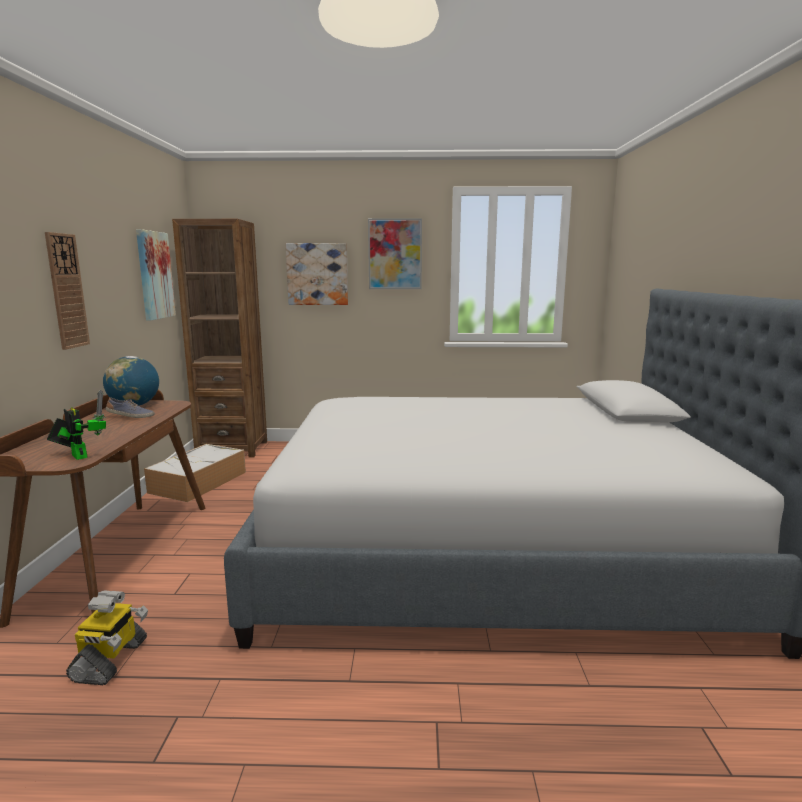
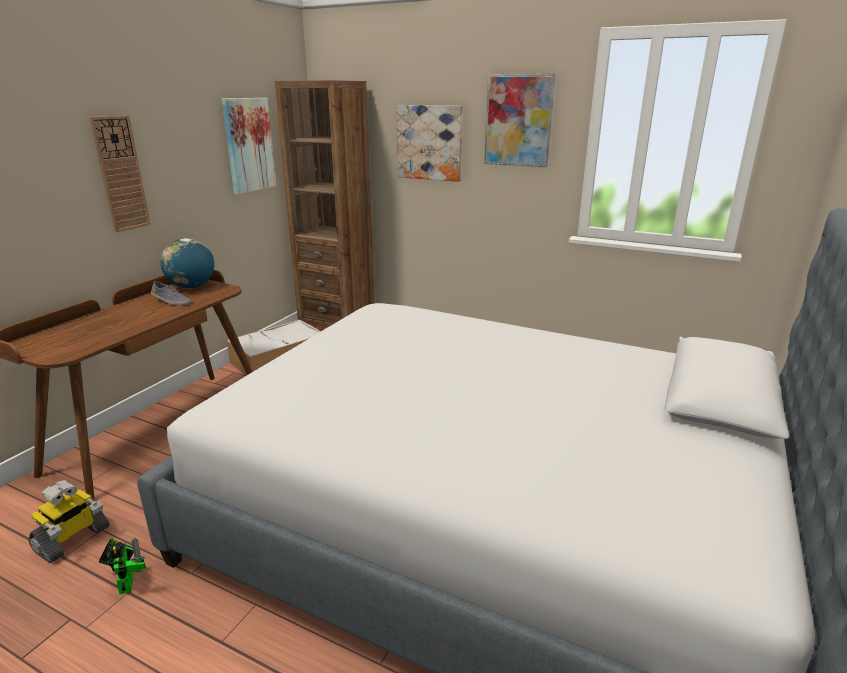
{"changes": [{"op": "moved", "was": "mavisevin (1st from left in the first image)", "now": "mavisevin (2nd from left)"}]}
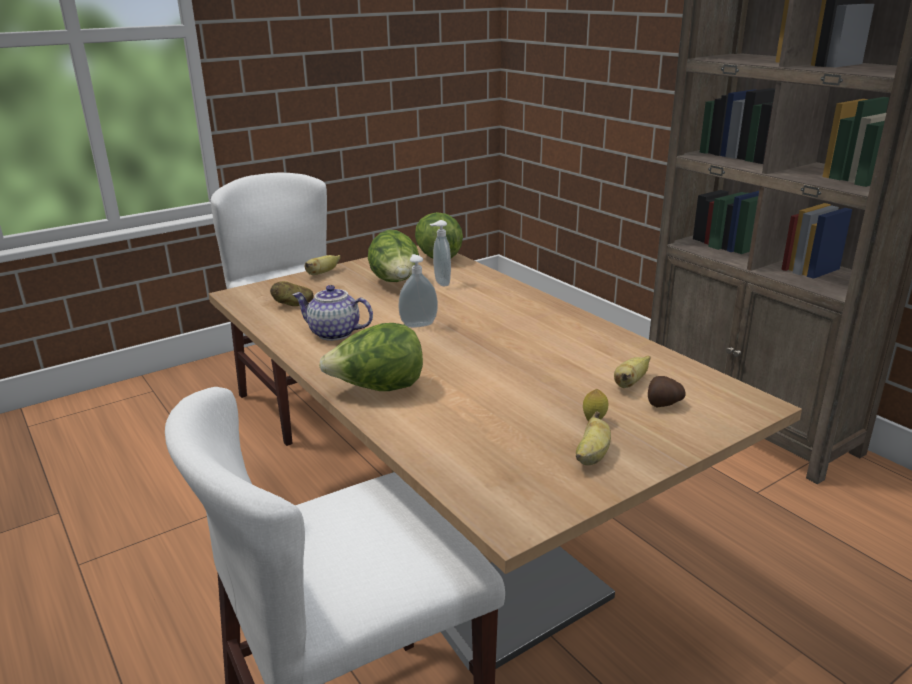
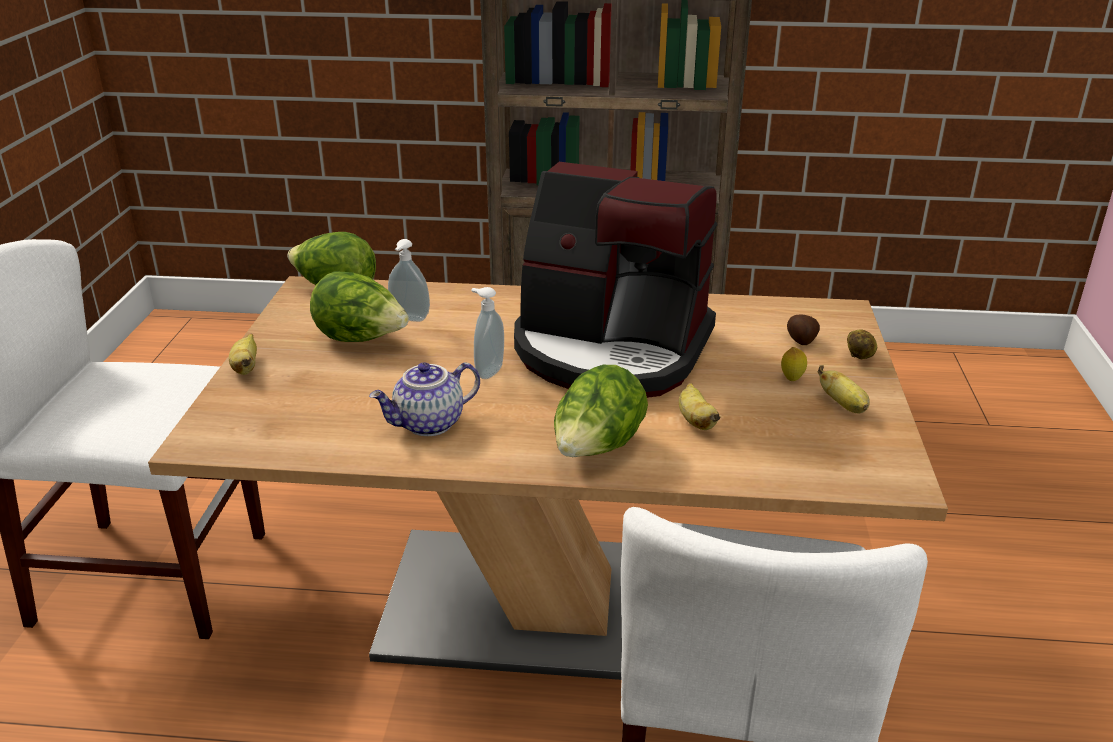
{"changes": [{"op": "moved", "was": "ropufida (1st from left in the first image)", "now": "ropufida (2nd from left)"}, {"op": "moved", "was": "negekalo (3rd from left in the first image)", "now": "negekalo (2nd from left)"}, {"op": "added", "now": "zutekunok"}]}
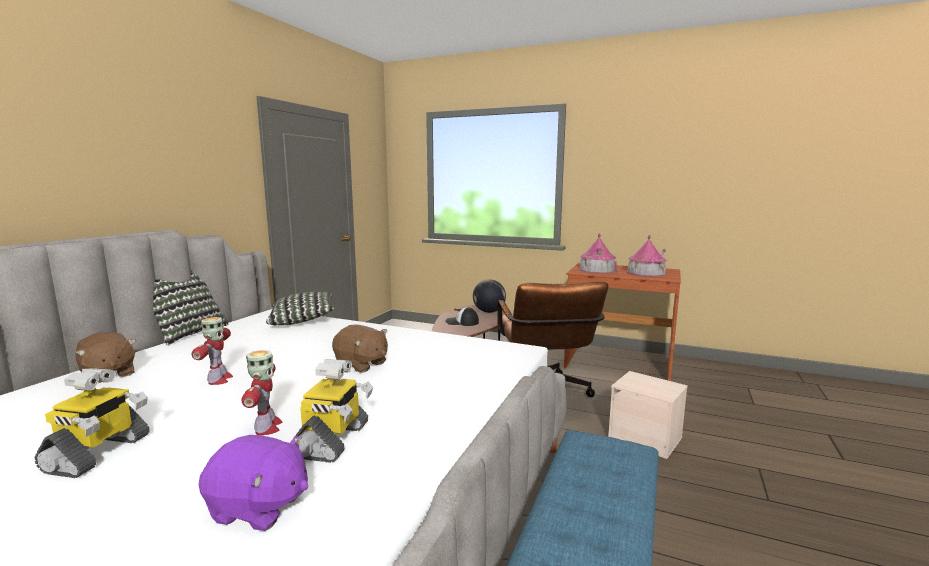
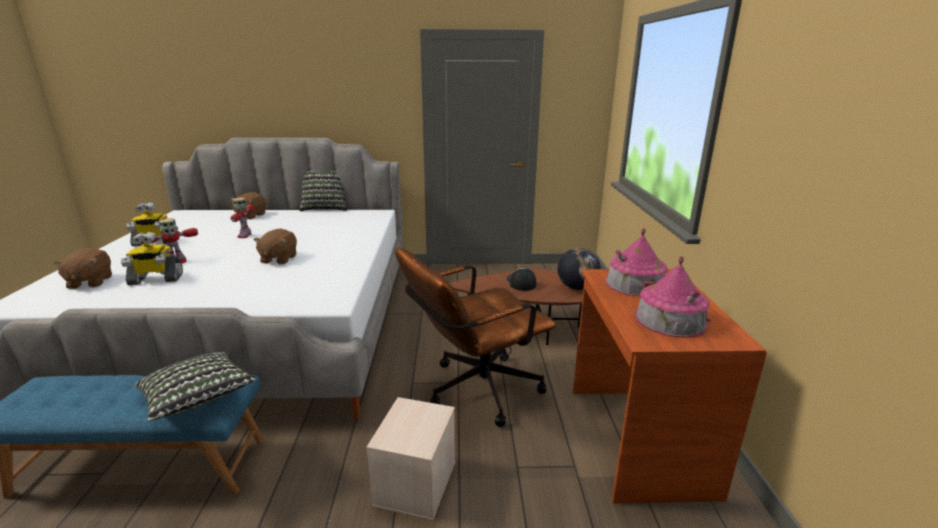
{"changes": [{"op": "turned", "was": "mavisevin (2nd from left in the first image)", "clockwise": 120}, {"op": "recoloured", "was": "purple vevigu", "now": "brown vevigu (1st from left)"}, {"op": "moved", "was": "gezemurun (2nd from left in the first image)", "now": "gezemurun (1st from left)"}]}
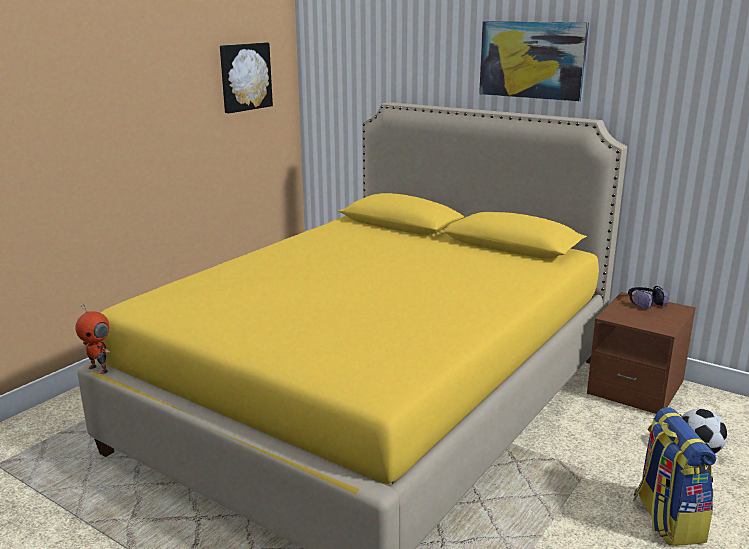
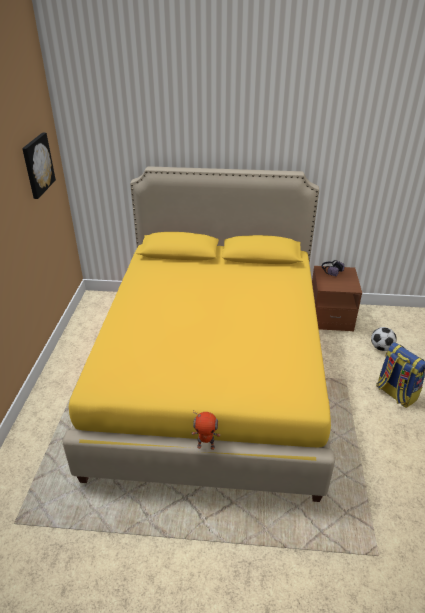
{"changes": [{"op": "moved", "was": "mavisevin"}, {"op": "removed", "was": "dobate (2nd from left)"}]}
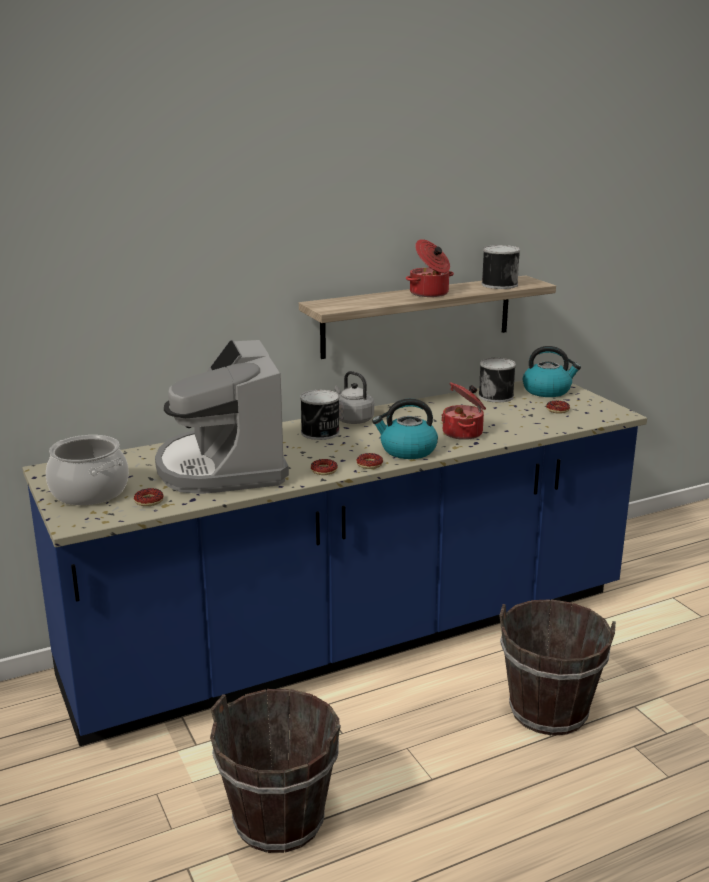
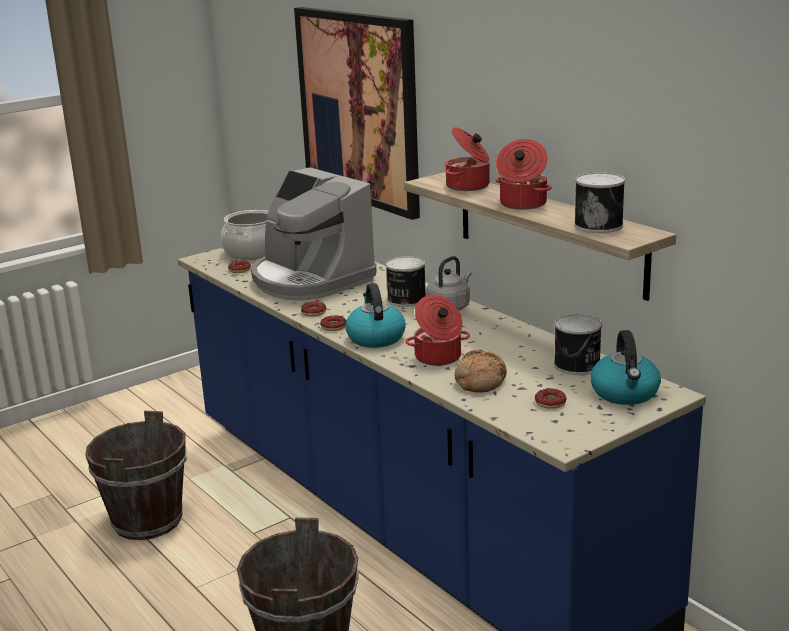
{"changes": [{"op": "turned", "was": "zutekunok", "clockwise": -105}, {"op": "added", "now": "dobate"}, {"op": "added", "now": "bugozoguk (3rd from left)"}, {"op": "added", "now": "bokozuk"}]}
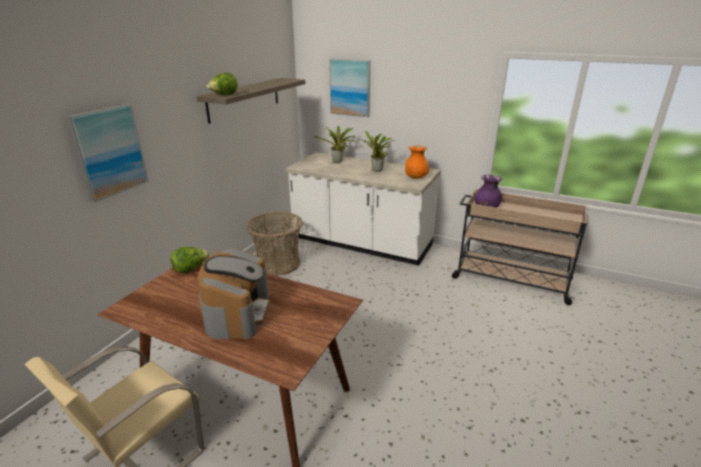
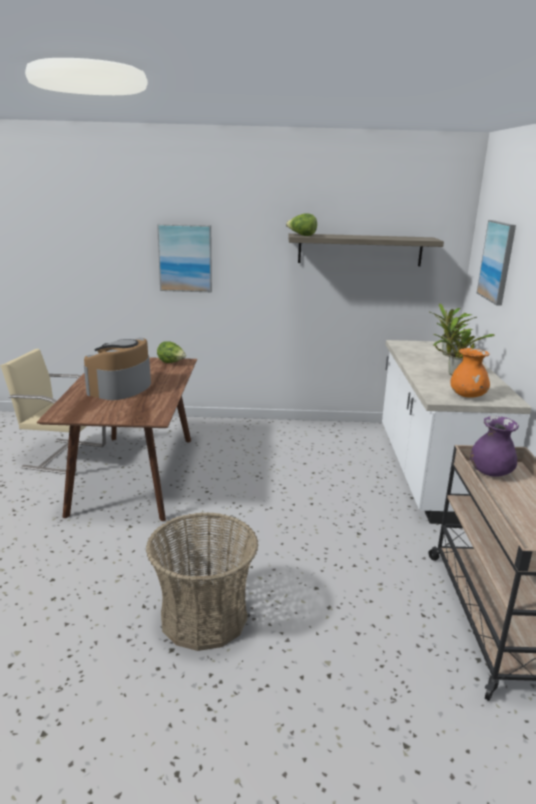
{"changes": [{"op": "turned", "was": "zutekunok", "clockwise": 135}, {"op": "moved", "was": "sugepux"}]}
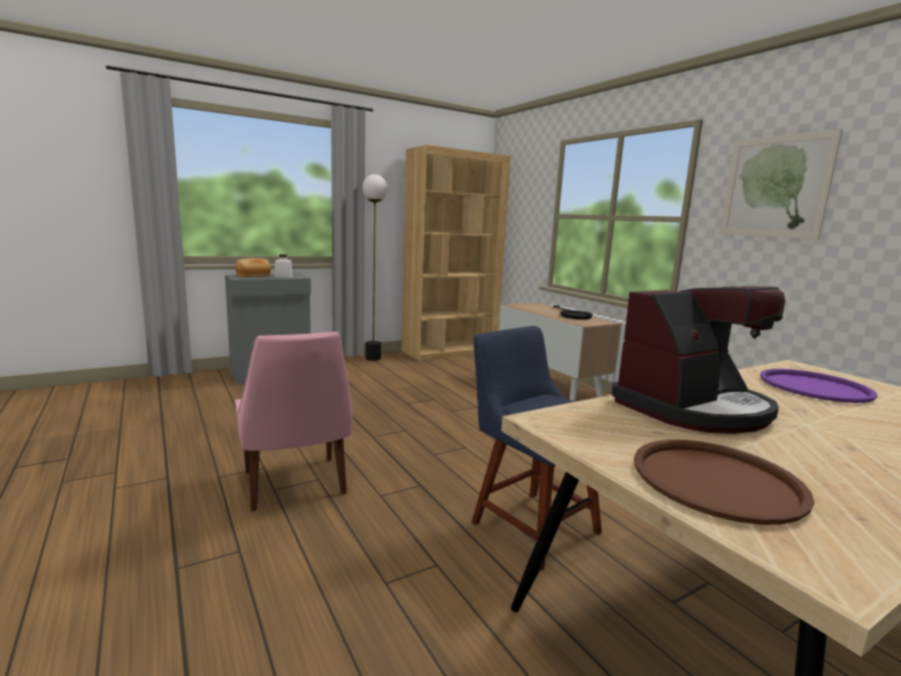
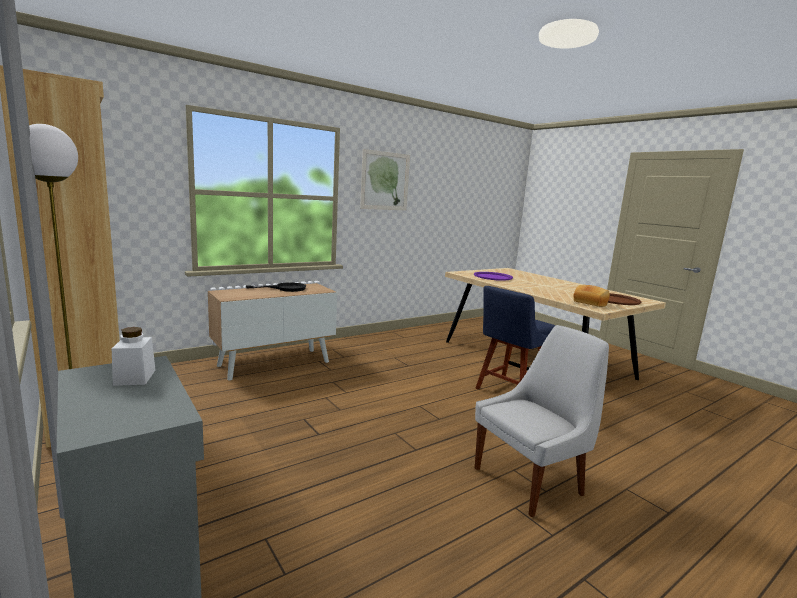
{"changes": [{"op": "moved", "was": "bokozuk"}, {"op": "recoloured", "was": "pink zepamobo", "now": "white zepamobo"}, {"op": "removed", "was": "zutekunok"}]}
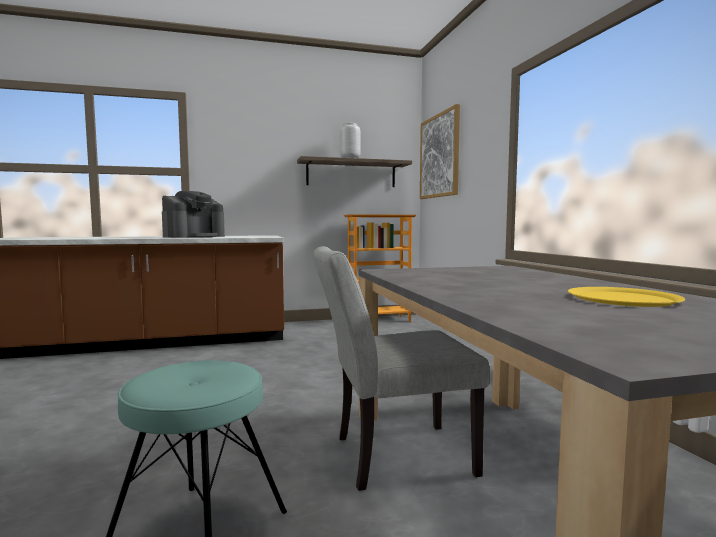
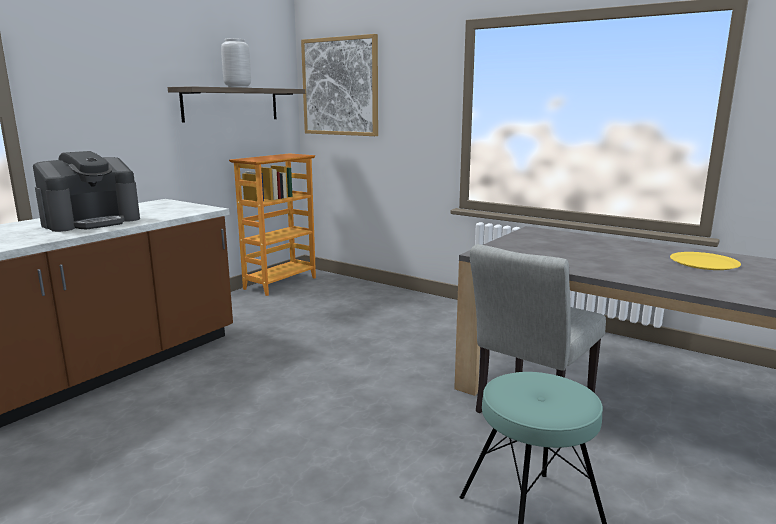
{"changes": [{"op": "turned", "was": "zutekunok", "clockwise": 45}]}
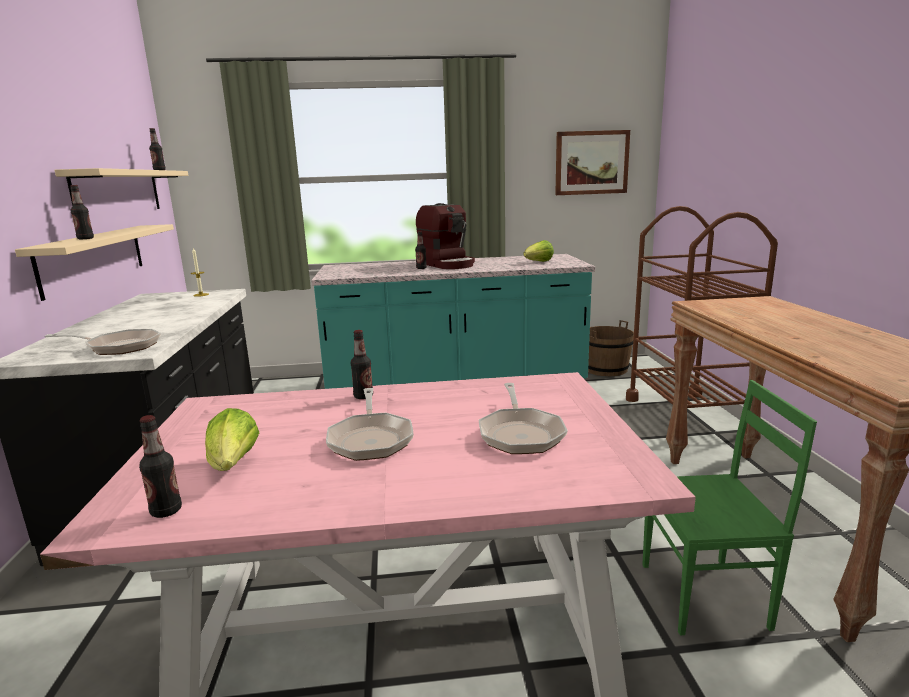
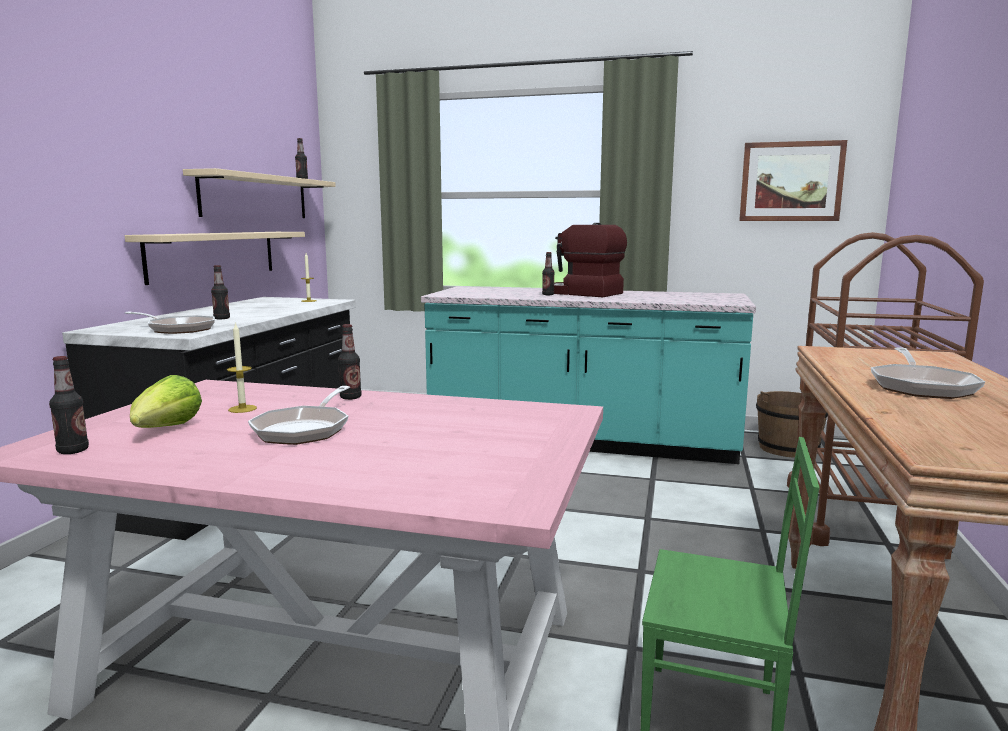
{"changes": [{"op": "moved", "was": "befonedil (1st from left in the first image)", "now": "befonedil (2nd from left)"}, {"op": "turned", "was": "zutekunok", "clockwise": 135}, {"op": "moved", "was": "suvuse (3rd from left)"}, {"op": "removed", "was": "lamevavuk (2nd from left)"}, {"op": "added", "now": "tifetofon (1st from left)"}]}
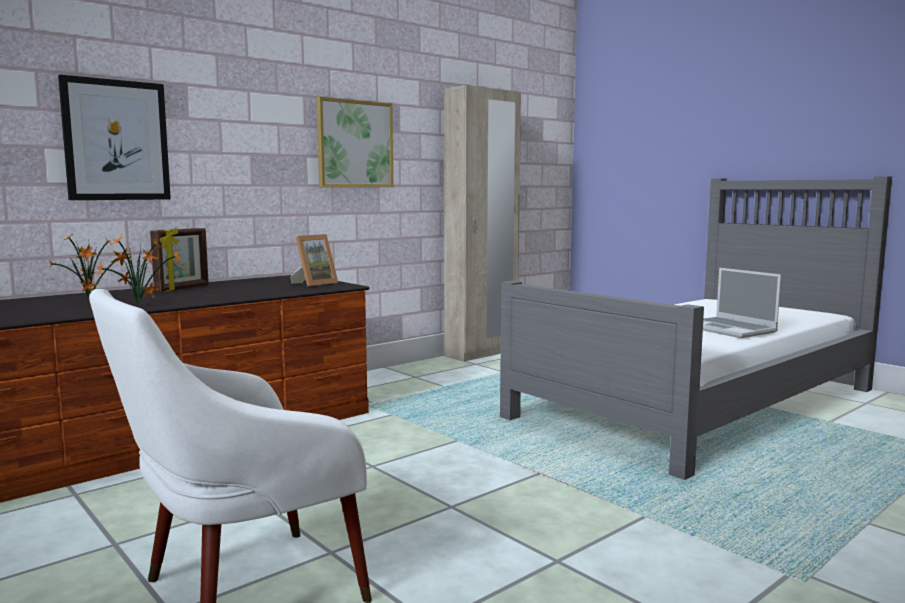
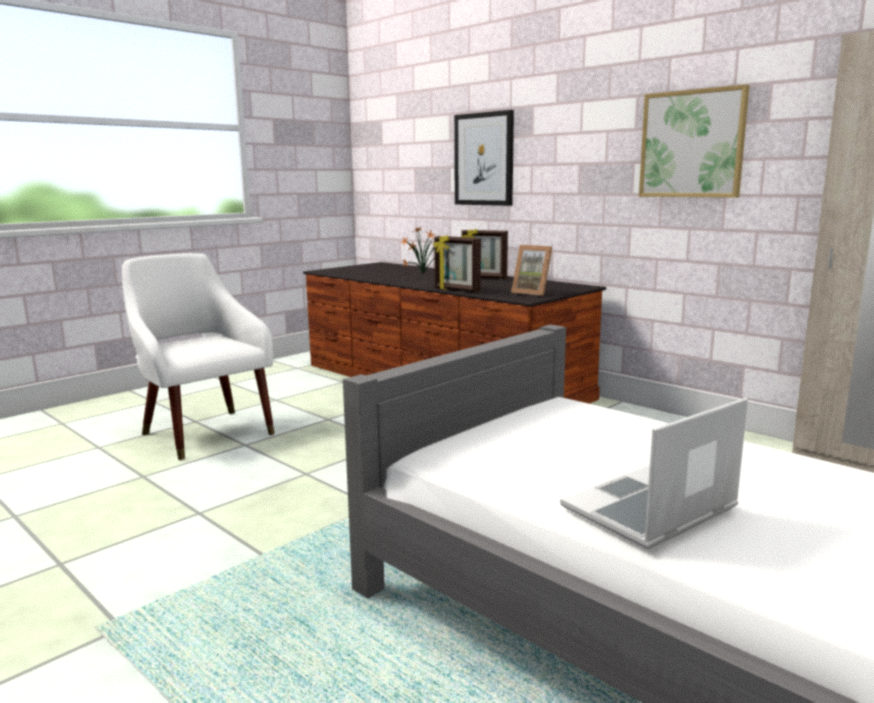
{"changes": [{"op": "removed", "was": "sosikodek (2nd from left)"}, {"op": "added", "now": "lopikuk (1st from left)"}]}
